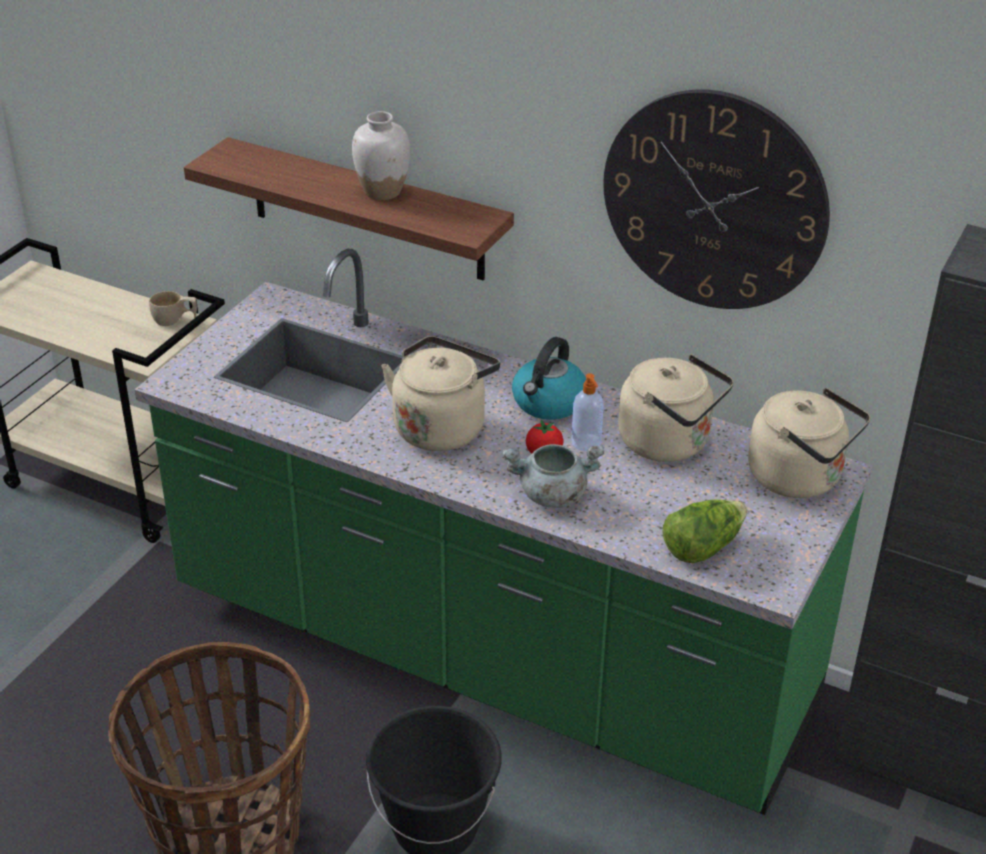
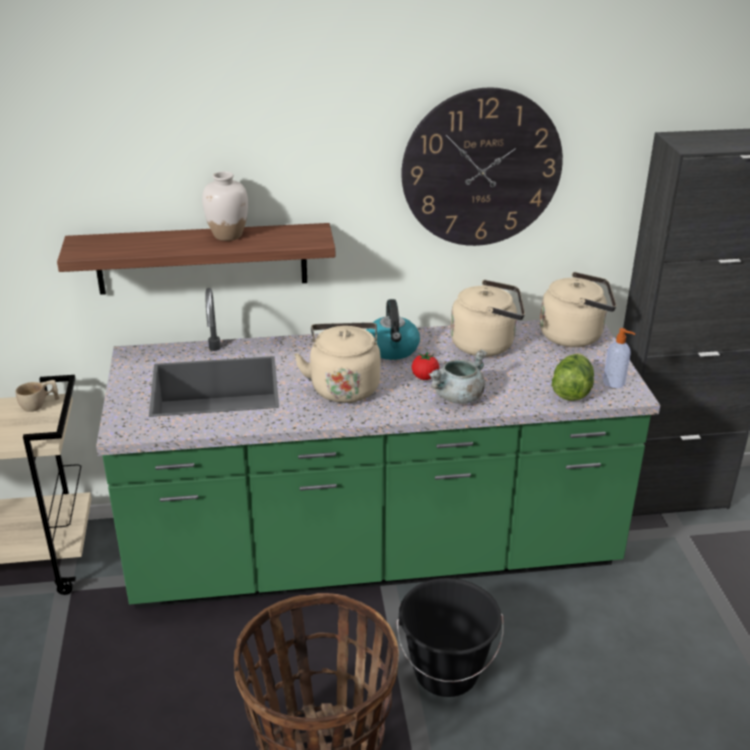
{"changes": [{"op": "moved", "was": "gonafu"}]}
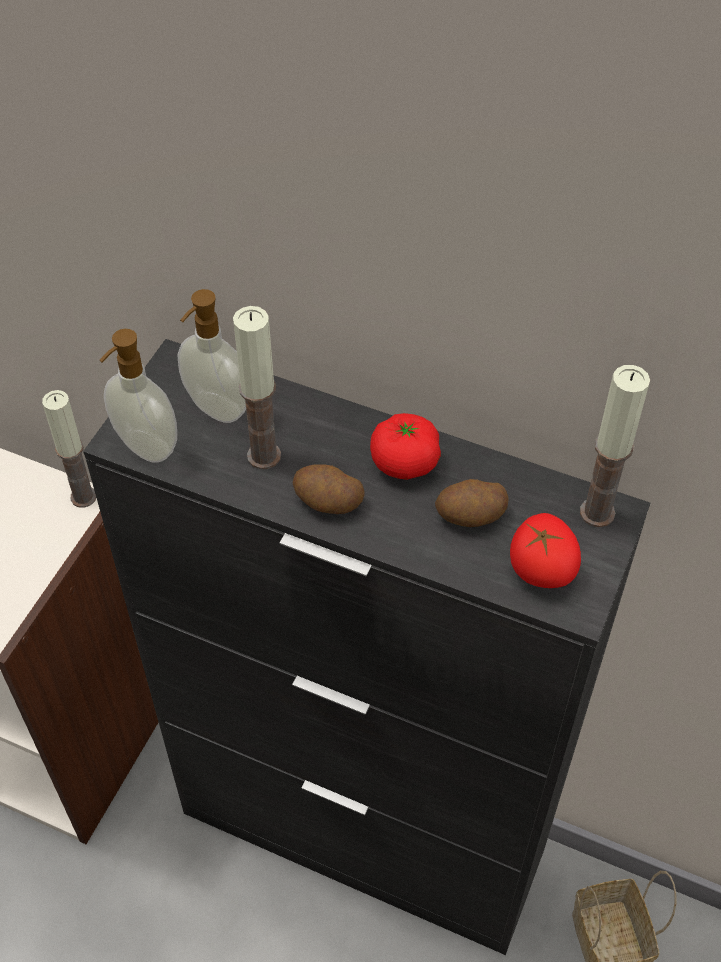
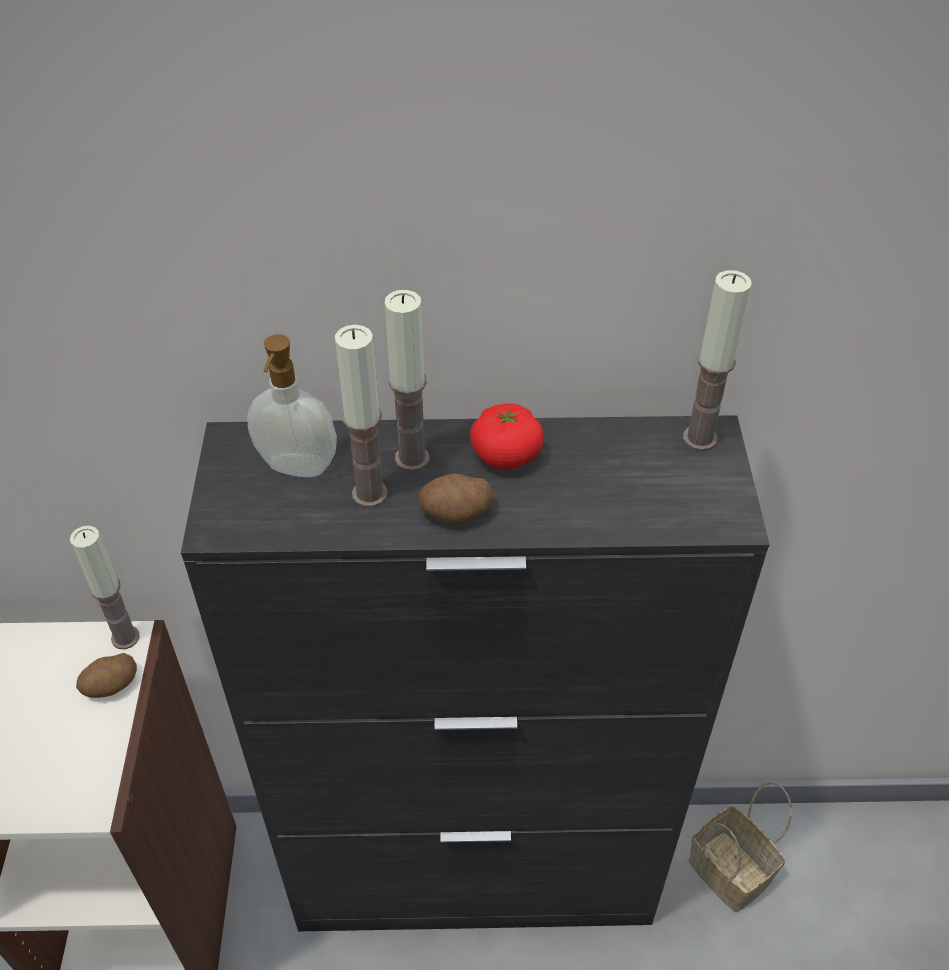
{"changes": [{"op": "removed", "was": "gonafu (1st from left)"}, {"op": "moved", "was": "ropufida (2nd from left in the first image)", "now": "ropufida (1st from left)"}, {"op": "removed", "was": "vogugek (2nd from left)"}, {"op": "added", "now": "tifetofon (3rd from left)"}]}
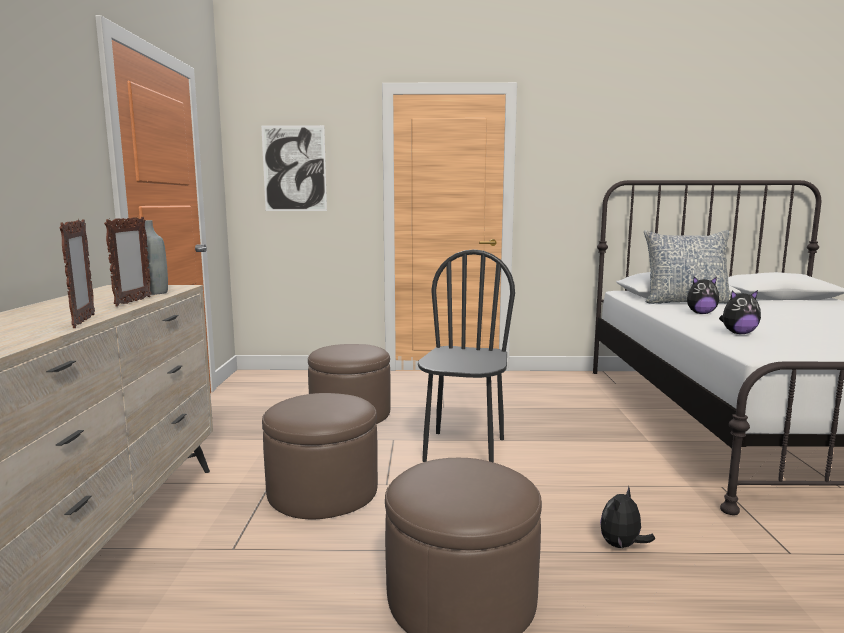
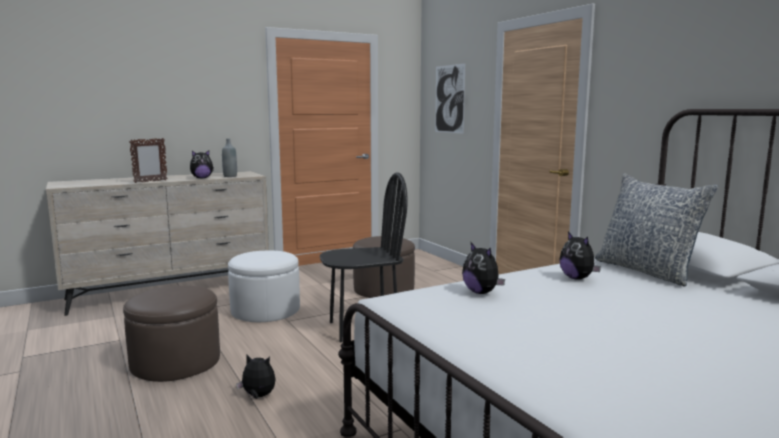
{"changes": [{"op": "replaced", "was": "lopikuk (2nd from left)", "now": "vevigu (1st from left)"}, {"op": "recoloured", "was": "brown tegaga (1st from left)", "now": "white tegaga"}]}
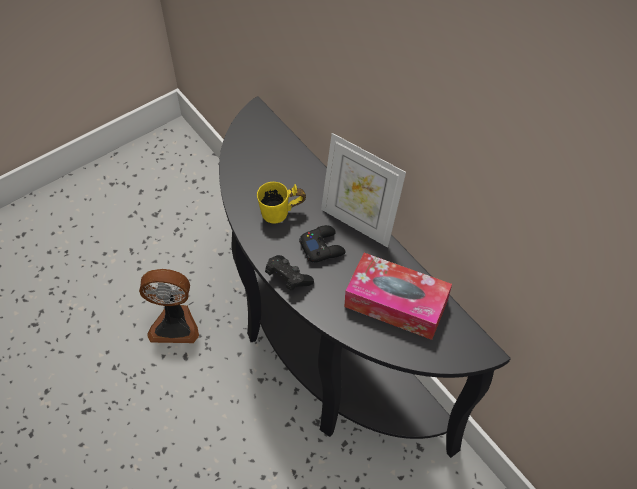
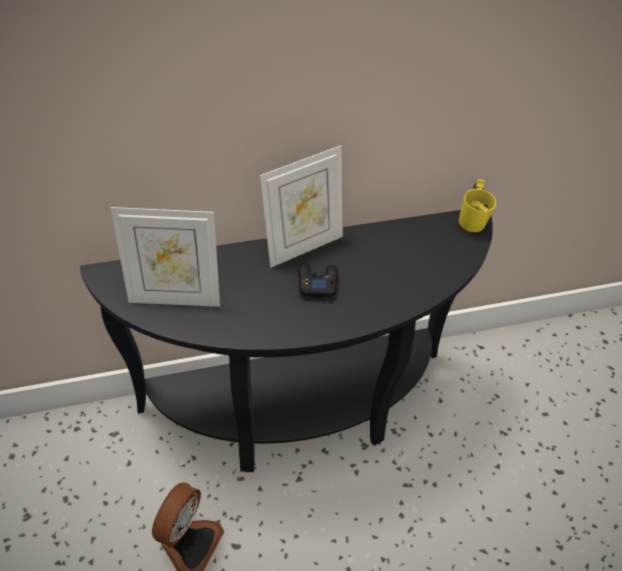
{"changes": [{"op": "moved", "was": "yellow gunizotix"}, {"op": "removed", "was": "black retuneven (1st from left)"}, {"op": "removed", "was": "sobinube"}, {"op": "added", "now": "lopikuk (1st from left)"}]}
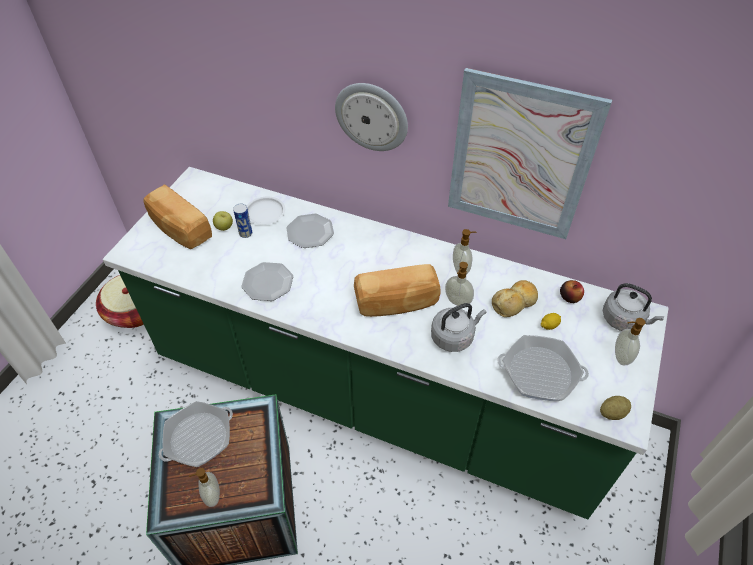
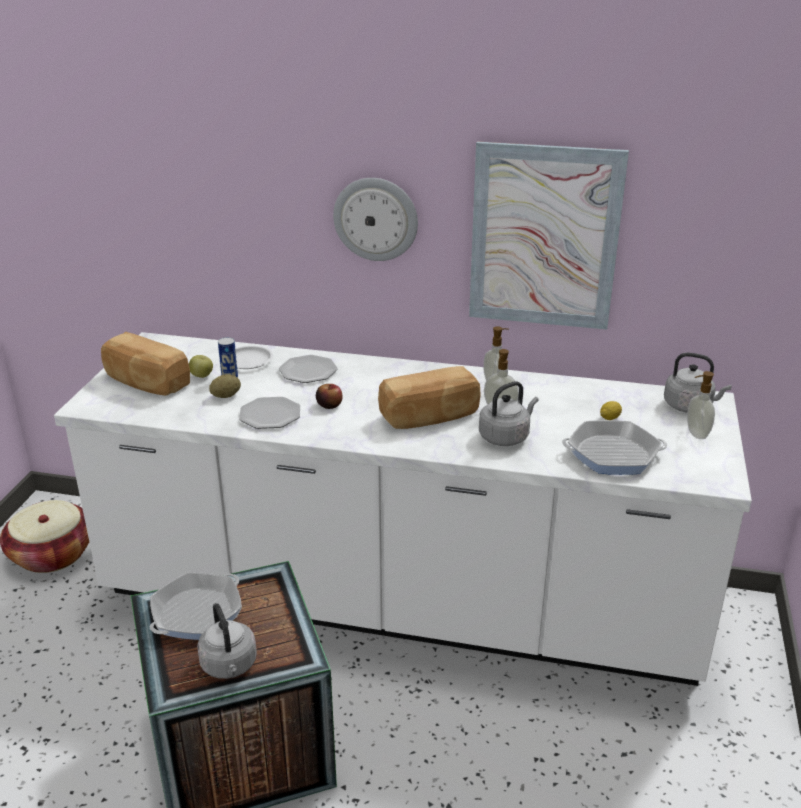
{"changes": [{"op": "recoloured", "was": "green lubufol", "now": "white lubufol"}, {"op": "replaced", "was": "gonafu (1st from left)", "now": "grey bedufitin (1st from left)"}, {"op": "removed", "was": "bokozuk (3rd from left)"}, {"op": "moved", "was": "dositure (2nd from left)"}, {"op": "moved", "was": "ropufida"}]}
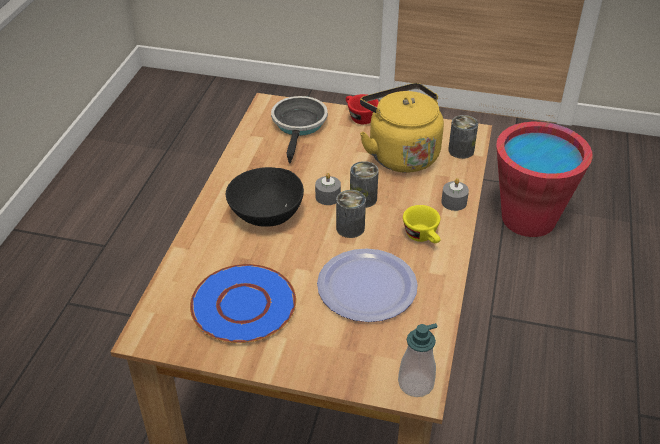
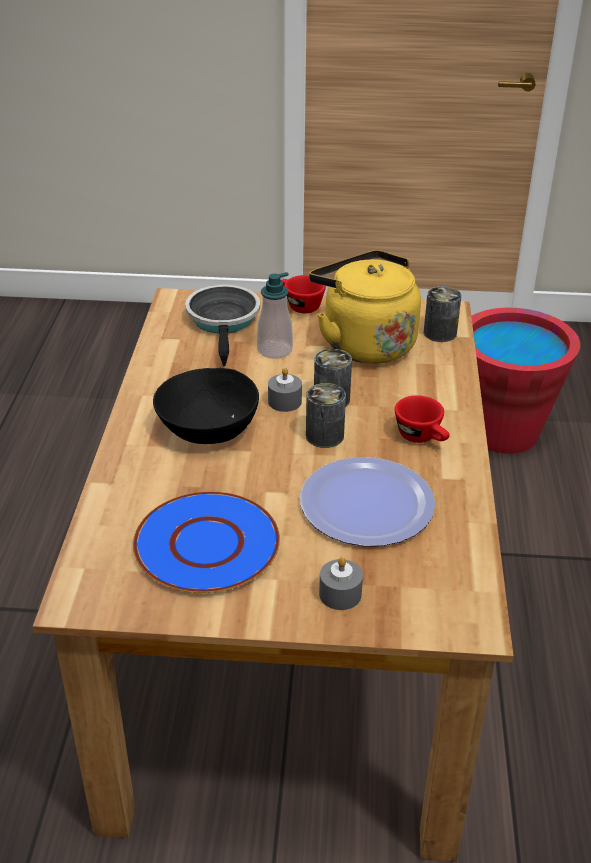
{"changes": [{"op": "moved", "was": "gonafu"}, {"op": "recoloured", "was": "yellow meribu", "now": "red meribu (2nd from left)"}, {"op": "moved", "was": "grey tifetofon (2nd from left)"}]}
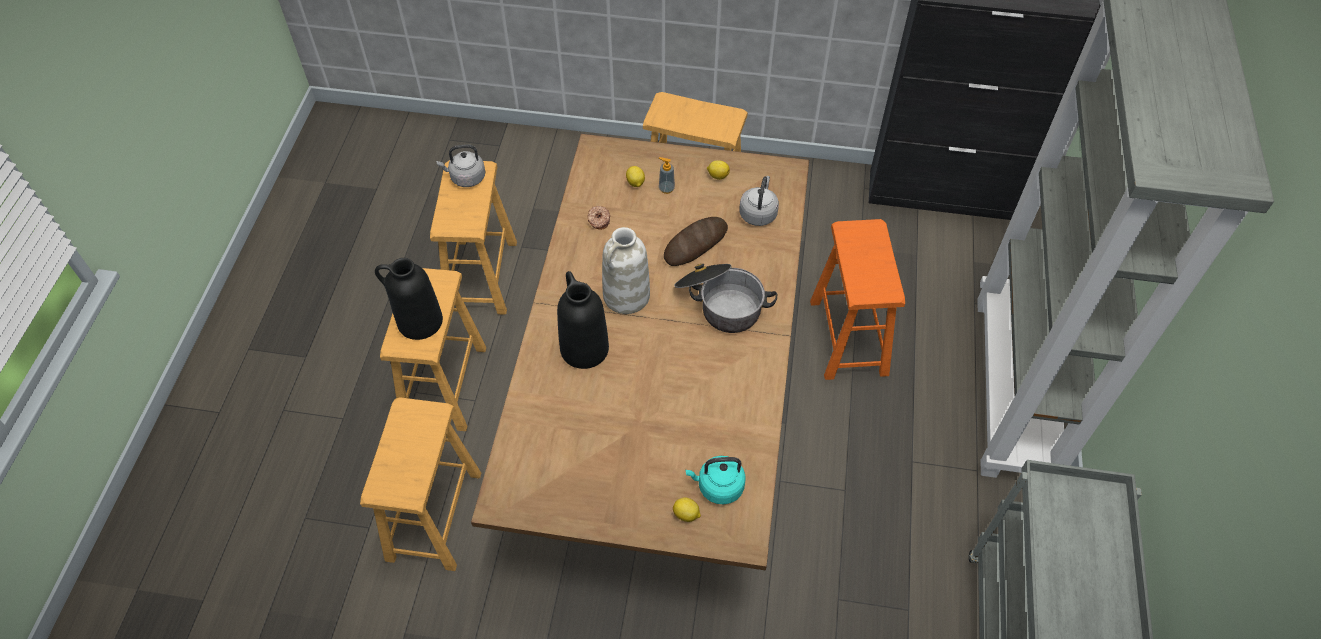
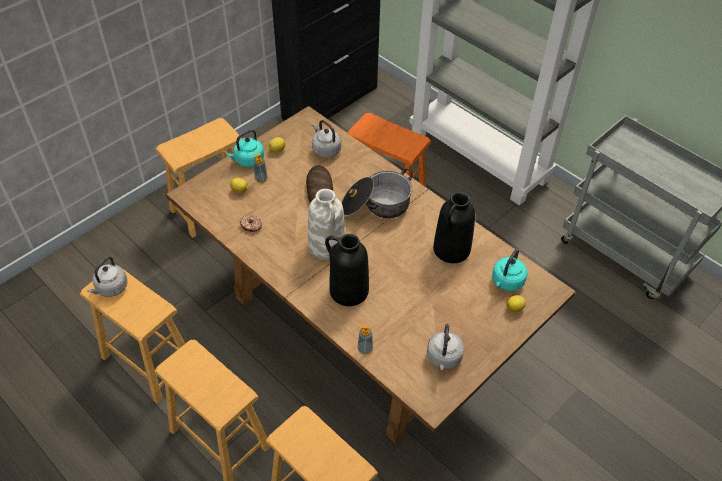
{"changes": [{"op": "moved", "was": "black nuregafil (1st from left in the first image)", "now": "black nuregafil (2nd from left)"}, {"op": "added", "now": "turquoise bedufitin (1st from left)"}, {"op": "added", "now": "gonafu (2nd from left)"}, {"op": "added", "now": "grey bedufitin (3rd from left)"}]}
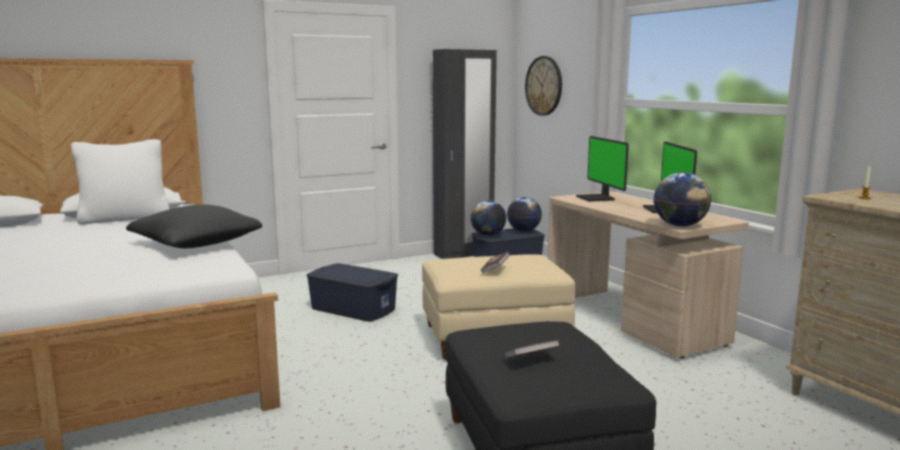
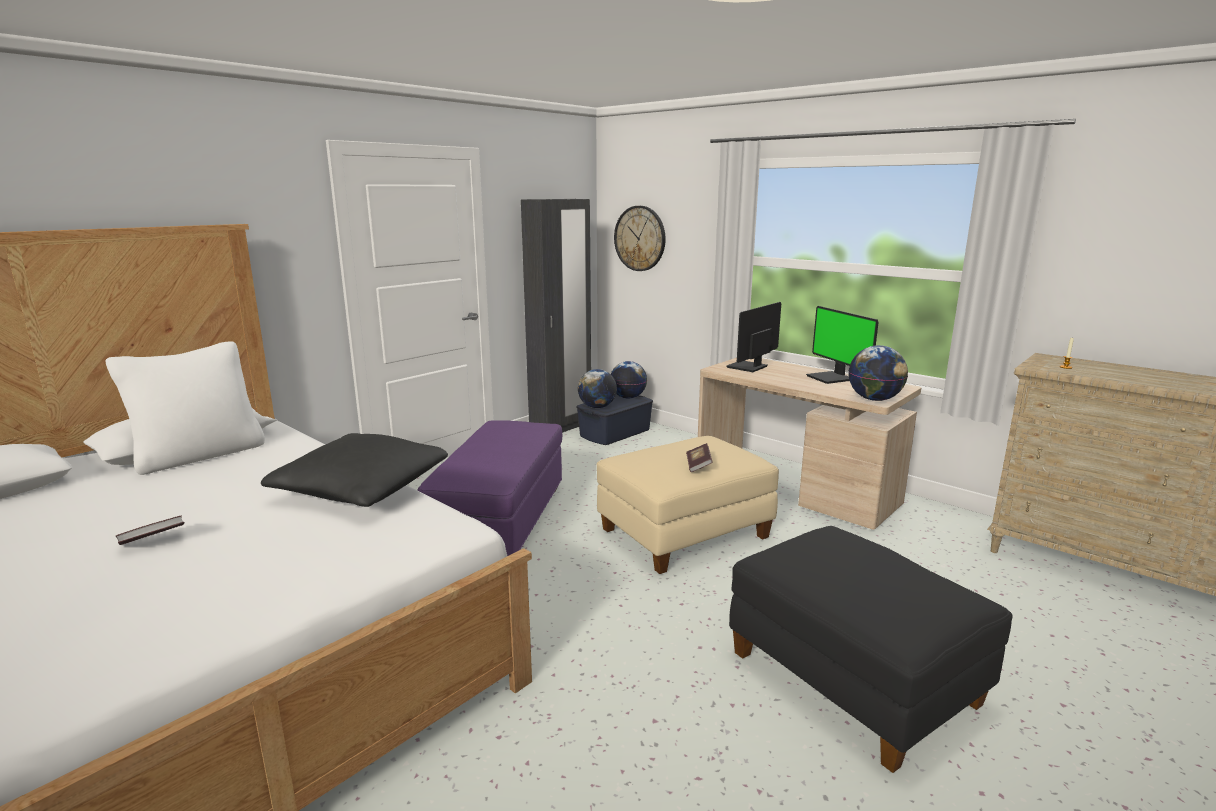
{"changes": [{"op": "replaced", "was": "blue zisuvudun (1st from left)", "now": "purple tegaga"}, {"op": "moved", "was": "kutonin (2nd from left in the first image)", "now": "kutonin (1st from left)"}, {"op": "turned", "was": "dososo (1st from left)", "clockwise": 75}]}
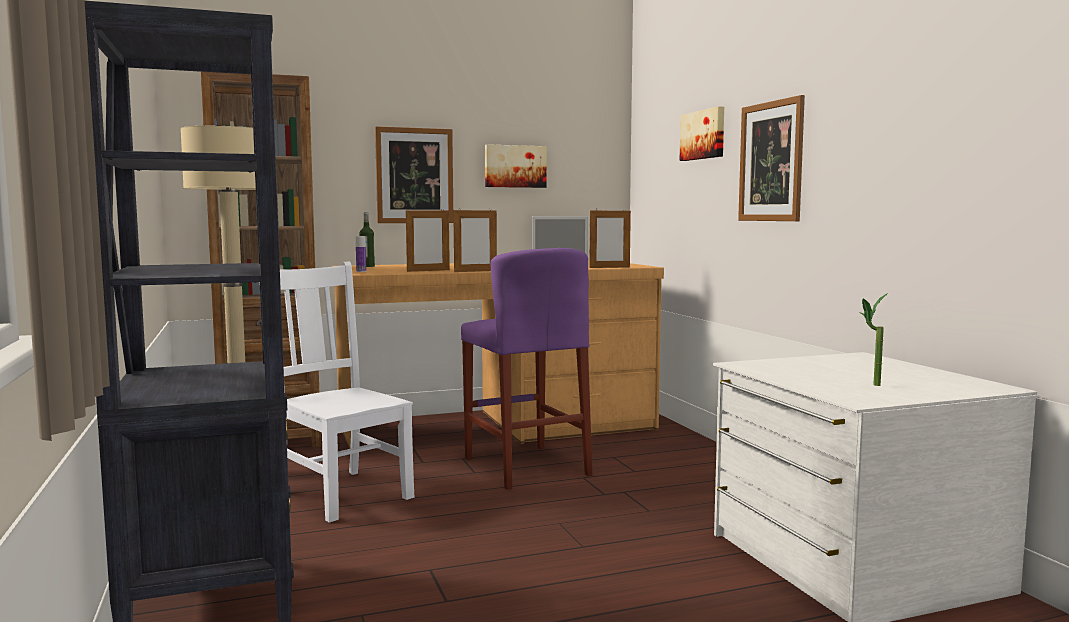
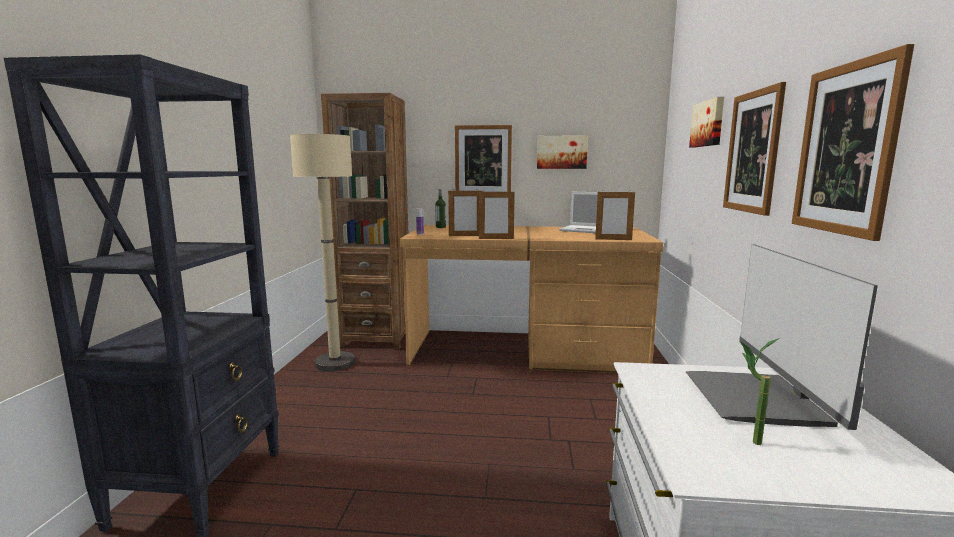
{"changes": [{"op": "removed", "was": "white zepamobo"}, {"op": "removed", "was": "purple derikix"}, {"op": "added", "now": "dososo"}, {"op": "added", "now": "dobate (5th from left)"}]}
